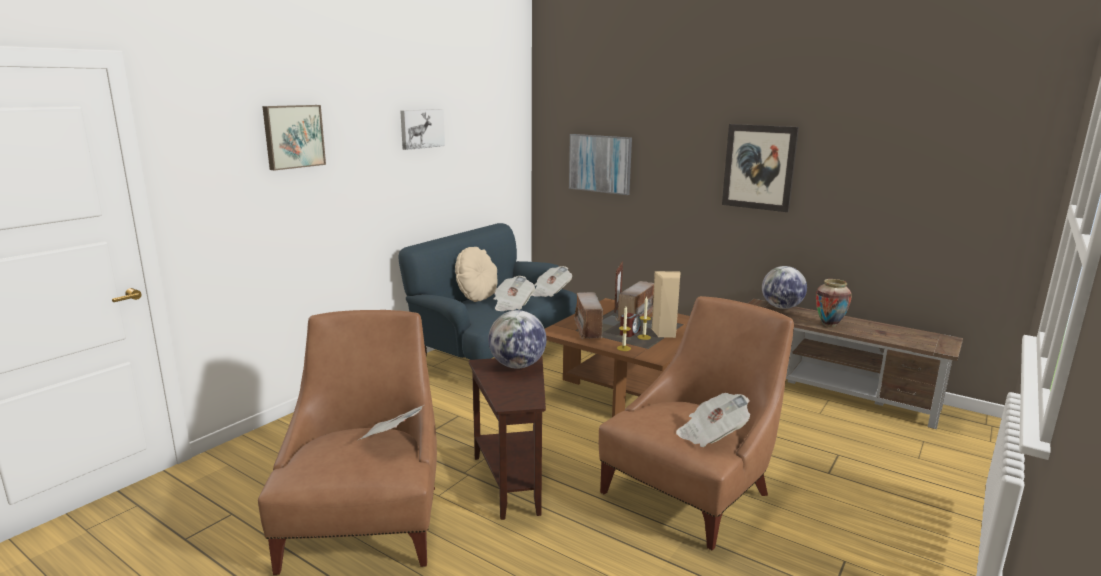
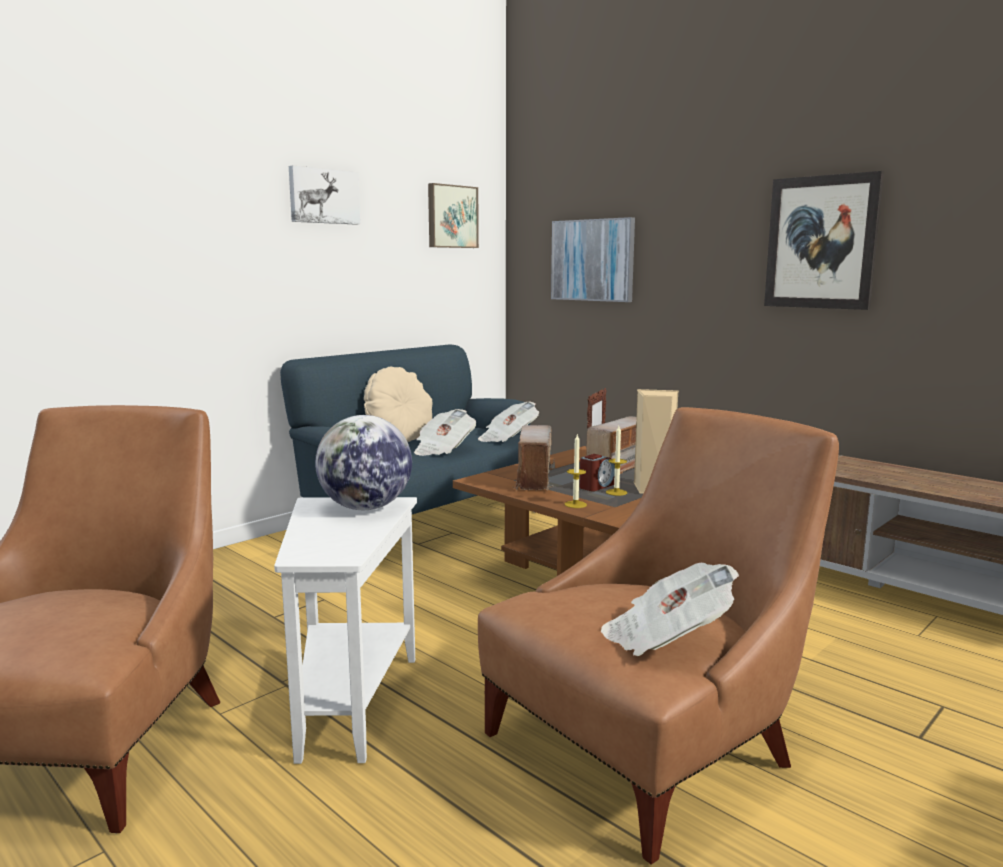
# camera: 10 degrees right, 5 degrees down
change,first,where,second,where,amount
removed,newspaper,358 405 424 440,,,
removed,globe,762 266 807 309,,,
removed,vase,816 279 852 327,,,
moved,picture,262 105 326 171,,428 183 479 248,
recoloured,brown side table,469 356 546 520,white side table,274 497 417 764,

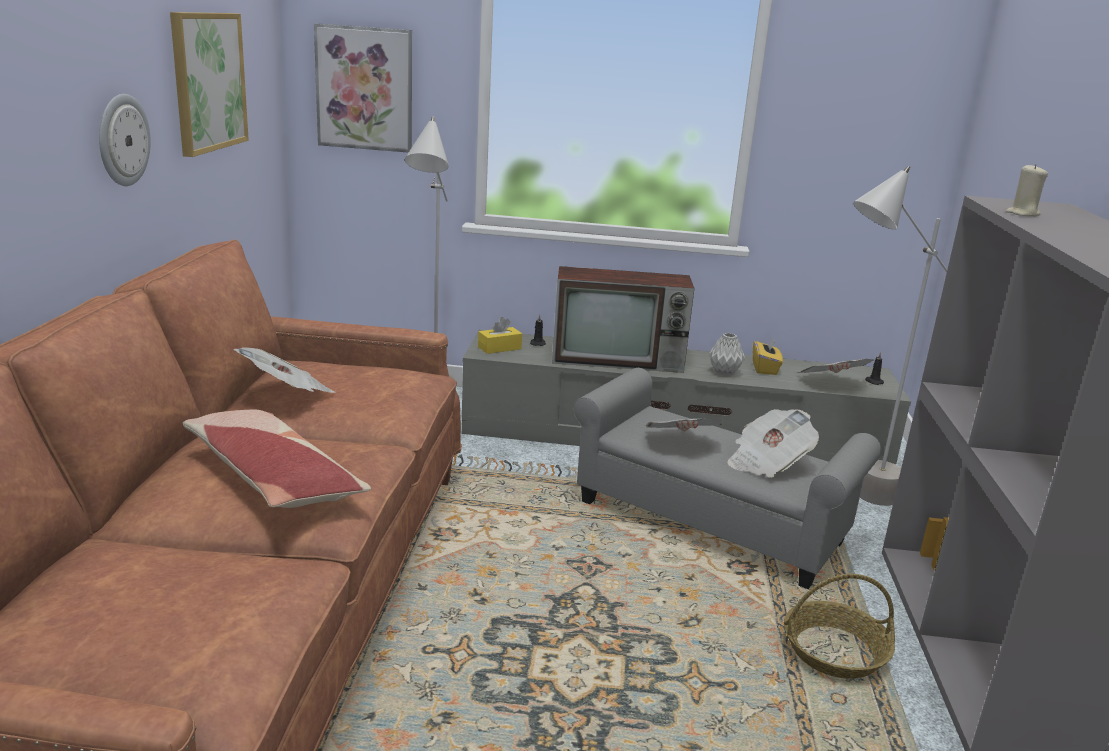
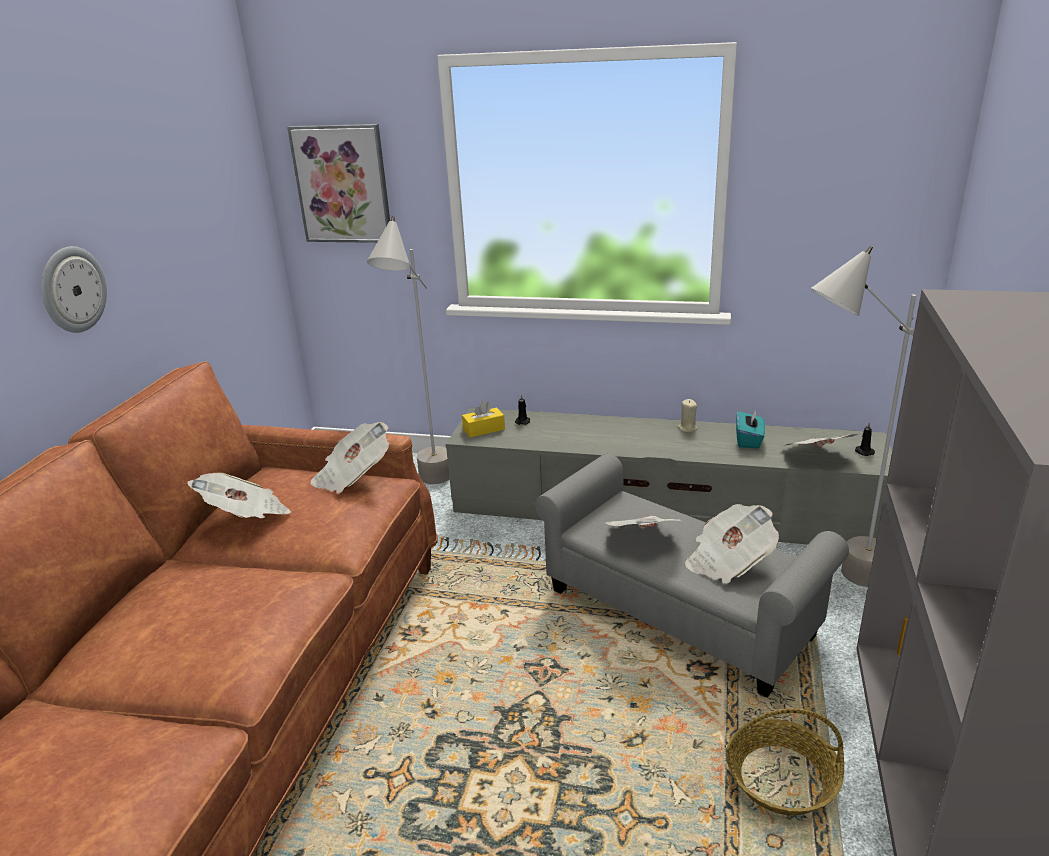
# camera: 10 degrees right, 5 degrees up
change,first,where,second,where,amount
removed,picture,170 12 249 157,,,
removed,pillow,183 409 371 508,,,
removed,television,552 266 695 373,,,
removed,grey vase,709 333 745 376,,,
added,,,newspaper,311 422 389 493,
moved,beige candle,1005 164 1048 217,,678 399 698 432,
recoloured,yellow tissue box,753 337 783 375,turquoise tissue box,736 408 765 448,

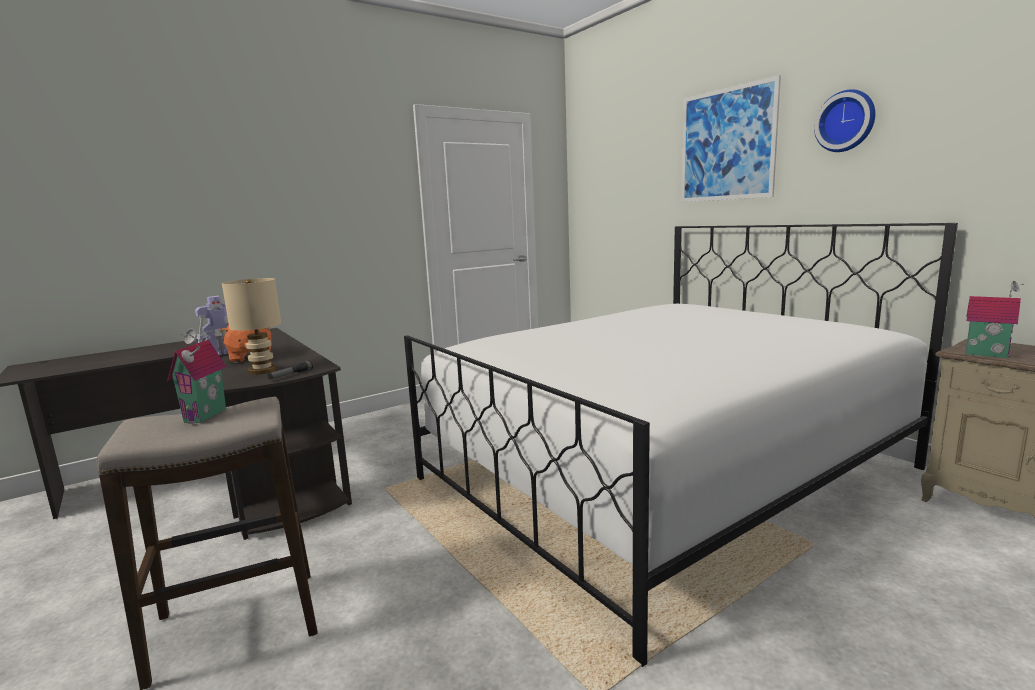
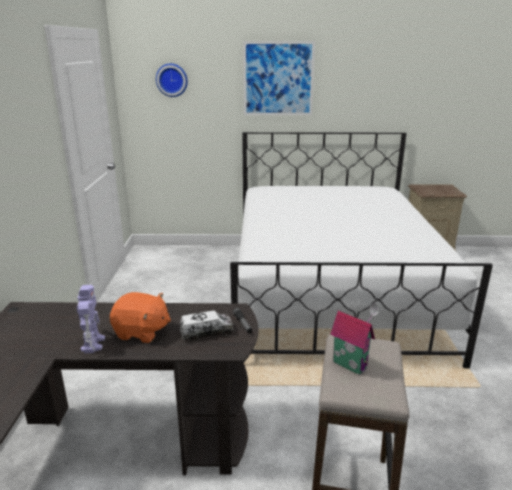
# camera: 55 degrees left, 10 degrees up
change,first,where,second,where,amount
removed,toy house,966 281 1024 358,,,
moved,wall clock,814 89 876 152,,156 63 188 97,
replaced,beige table lamp,222 278 281 375,toy truck,180 311 234 341,

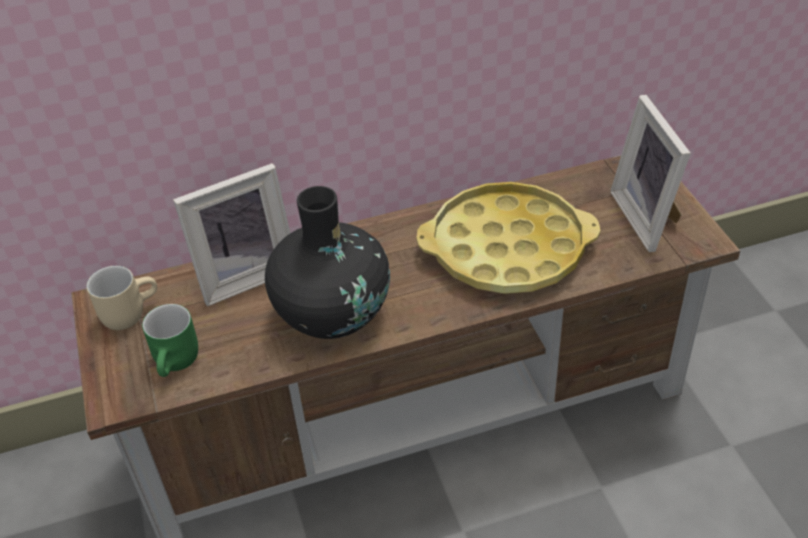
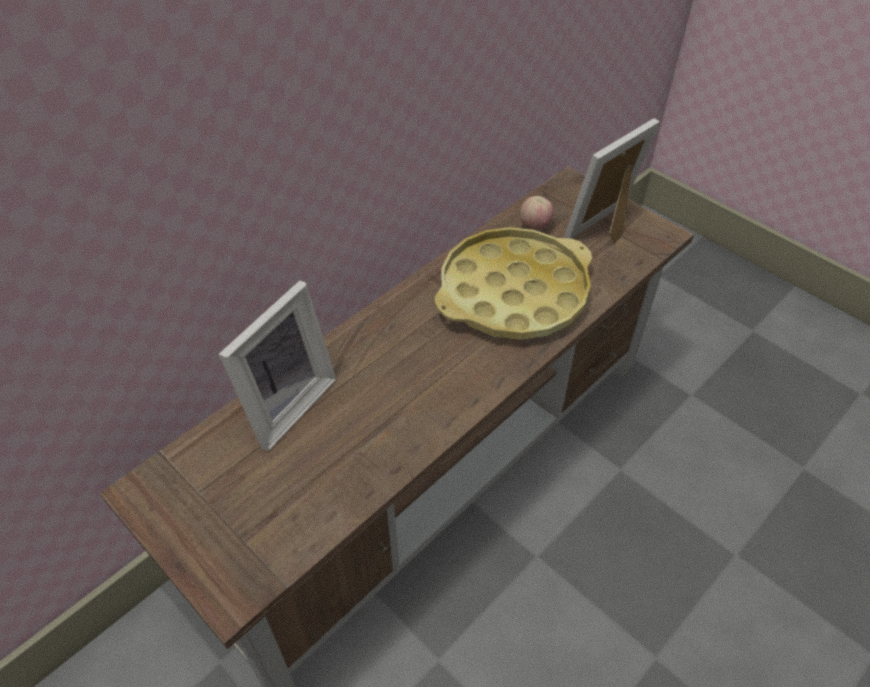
# camera: 30 degrees left, 5 degrees up
change,first,where,second,where,amount
removed,beige mug,86 266 157 330,,,
removed,green mug,142 304 198 377,,,
removed,black vase,265 186 390 339,,,
added,,,apple,520 196 553 230,
turned,picture frame,610 95 691 252,,565 118 660 244,90 degrees clockwise

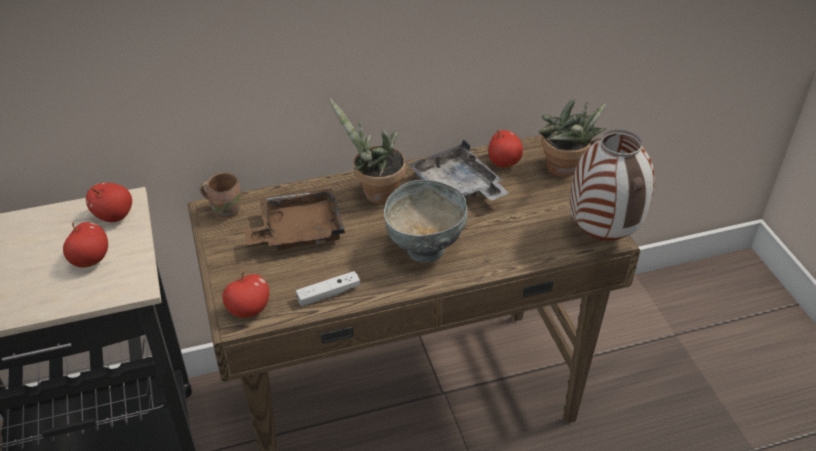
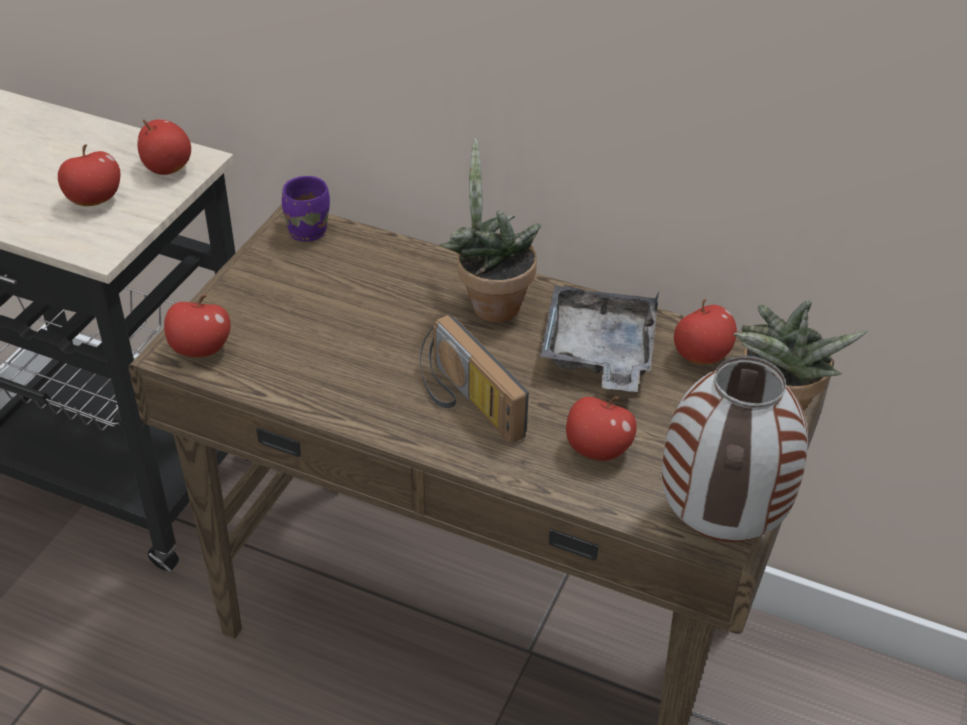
# camera: 40 degrees right, 0 degrees up
change,first,where,second,where,amount
removed,brown tray,244 188 345 250,,,
removed,white game controller,296 271 360 306,,,
added,,,apple,566 396 637 461,
replaced,grey bowl,384 180 468 262,radio,420 315 529 443,
recoloured,brown mug,200 172 240 220,purple mug,282 176 330 241,

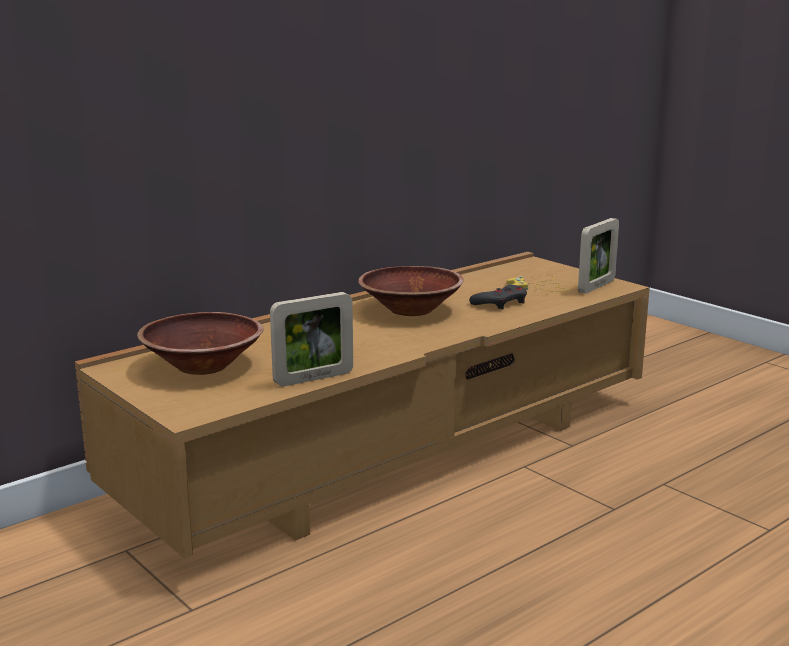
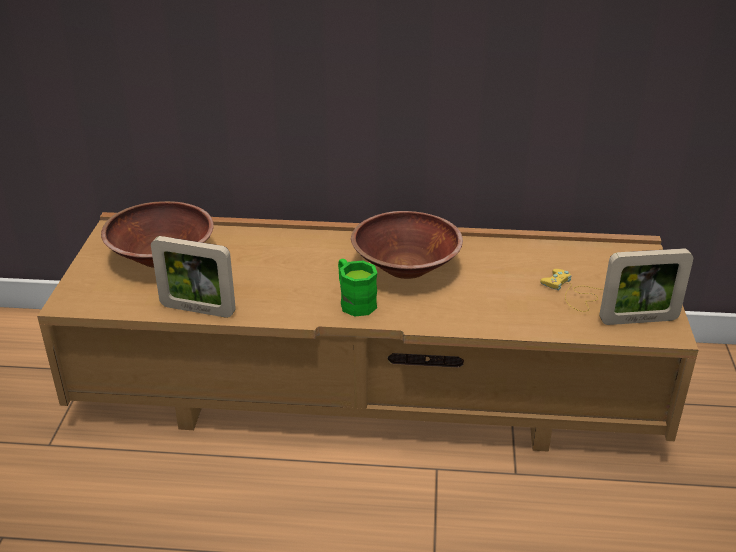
# camera: 45 degrees right, 15 degrees up
change,first,where,second,where,amount
removed,grey game controller,469 285 527 309,,,
added,,,green mug,338 259 377 317,

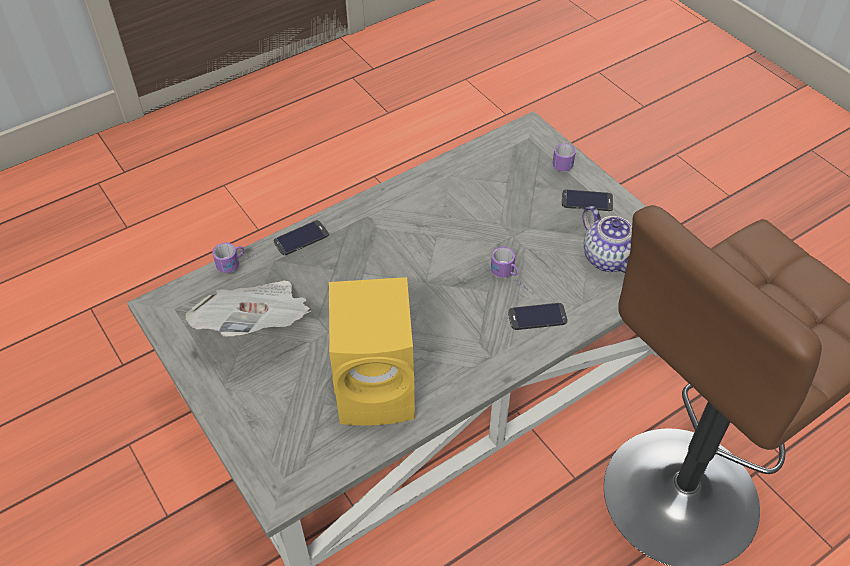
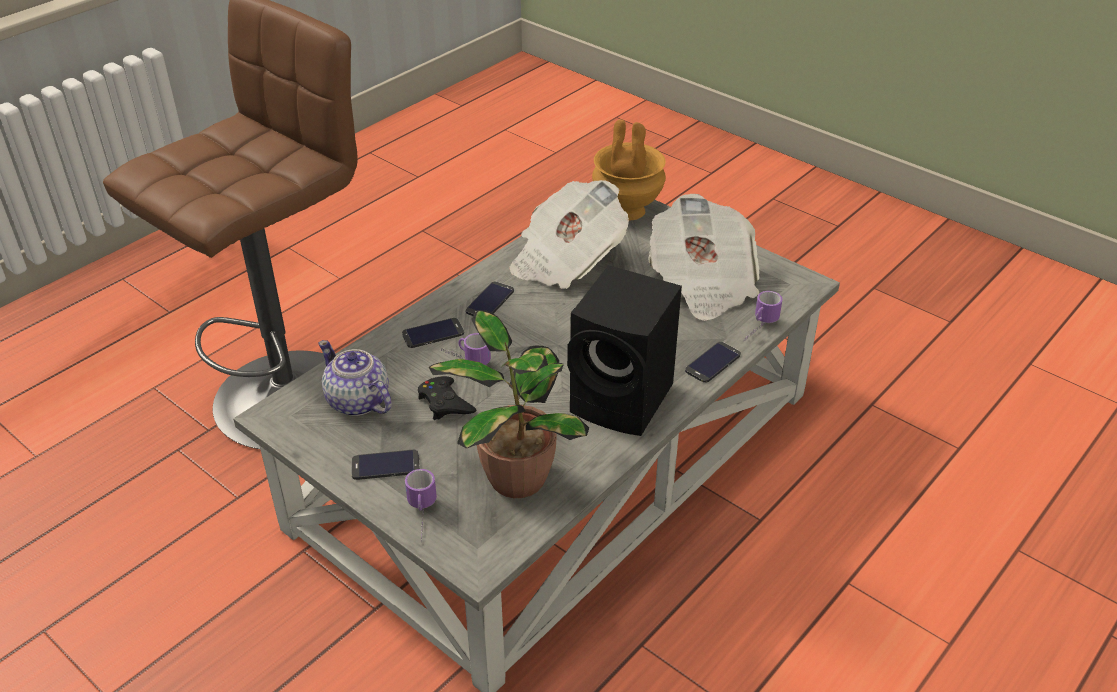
# camera: 165 degrees right, 10 degrees down
change,first,where,second,where,amount
added,,,black game controller,418 376 476 420,
added,,,potted plant,429 310 589 498,
added,,,phone,466 282 514 316,
added,,,black speaker,567 265 682 436,
added,,,brown vase,592 119 666 221,
replaced,yellow speaker,329 277 415 426,newspaper,509 180 629 289,

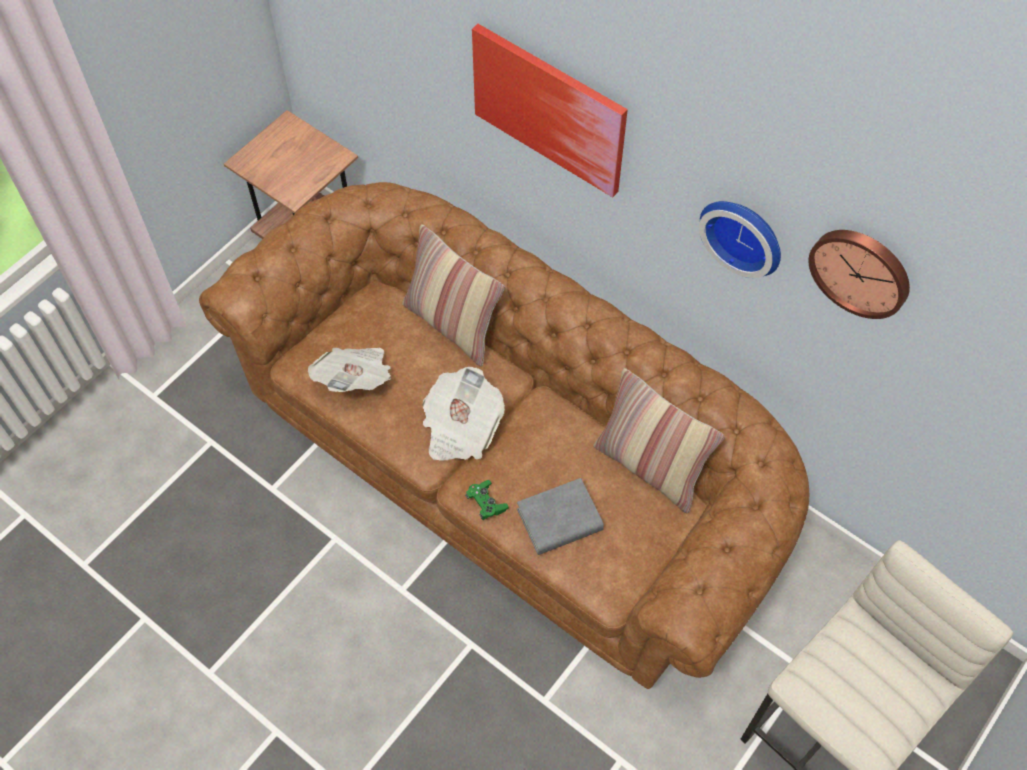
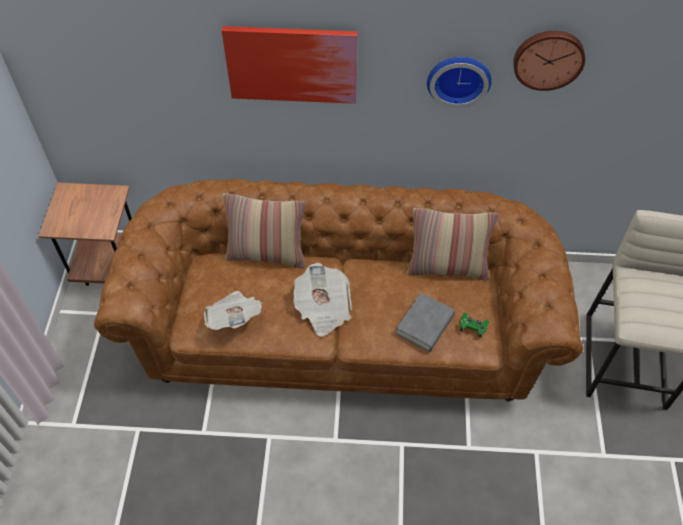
# camera: 35 degrees left, 5 degrees down
change,first,where,second,where,amount
moved,green game controller,465 480 508 520,,459 313 489 337,

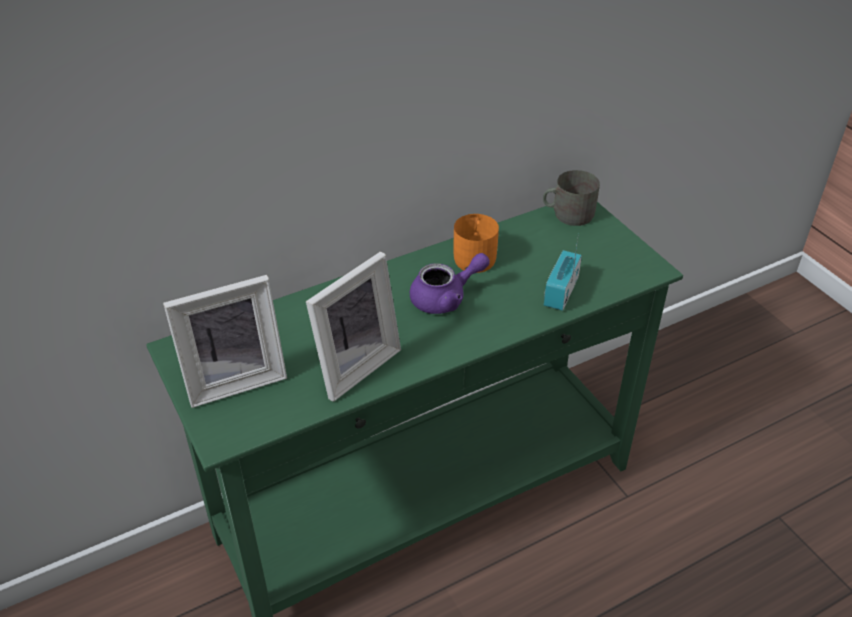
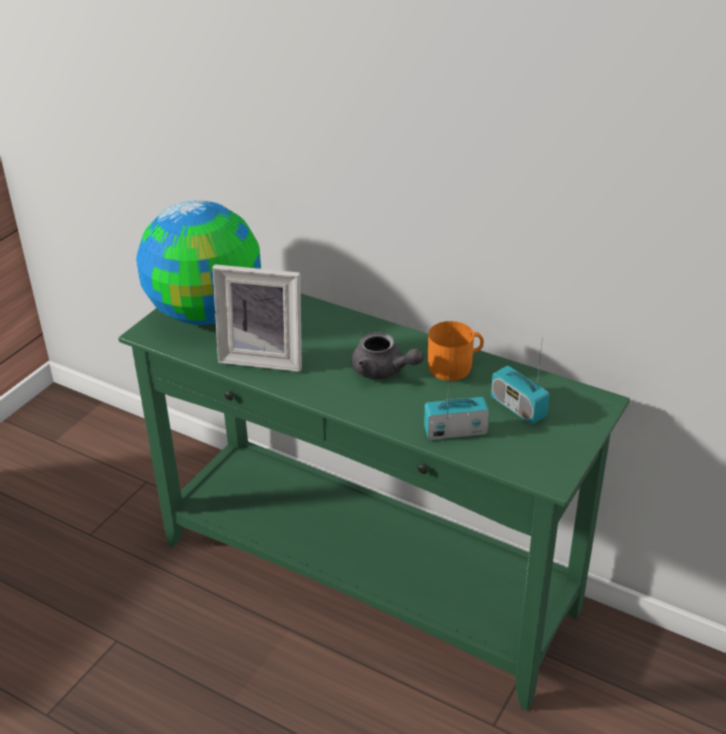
# camera: 60 degrees right, 5 degrees down
change,first,where,second,where,amount
removed,grey mug,543 170 600 226,,,
added,,,radio,491 337 550 425,
replaced,picture frame,163 275 287 408,globe,136 201 261 325,
recoloured,purple teapot,410 253 490 314,grey teapot,351 332 424 380,

